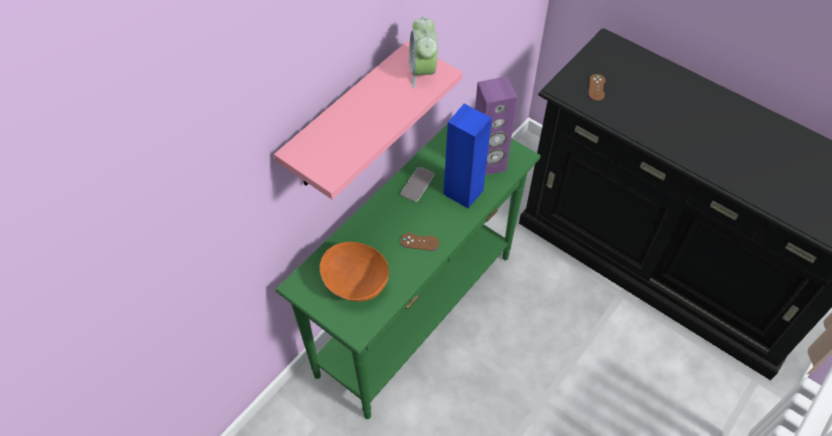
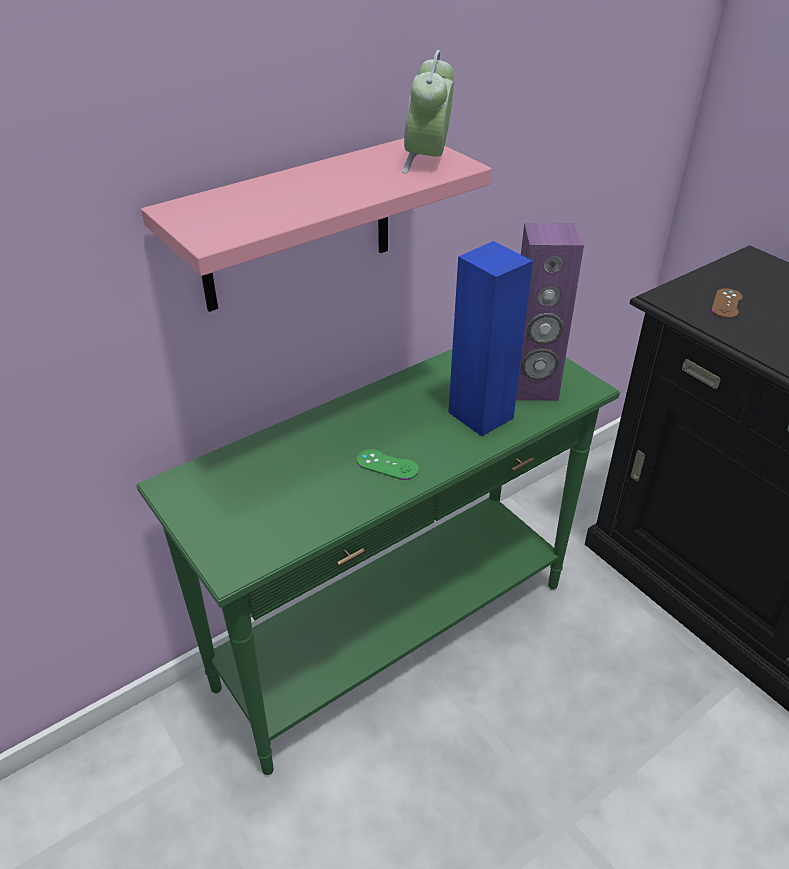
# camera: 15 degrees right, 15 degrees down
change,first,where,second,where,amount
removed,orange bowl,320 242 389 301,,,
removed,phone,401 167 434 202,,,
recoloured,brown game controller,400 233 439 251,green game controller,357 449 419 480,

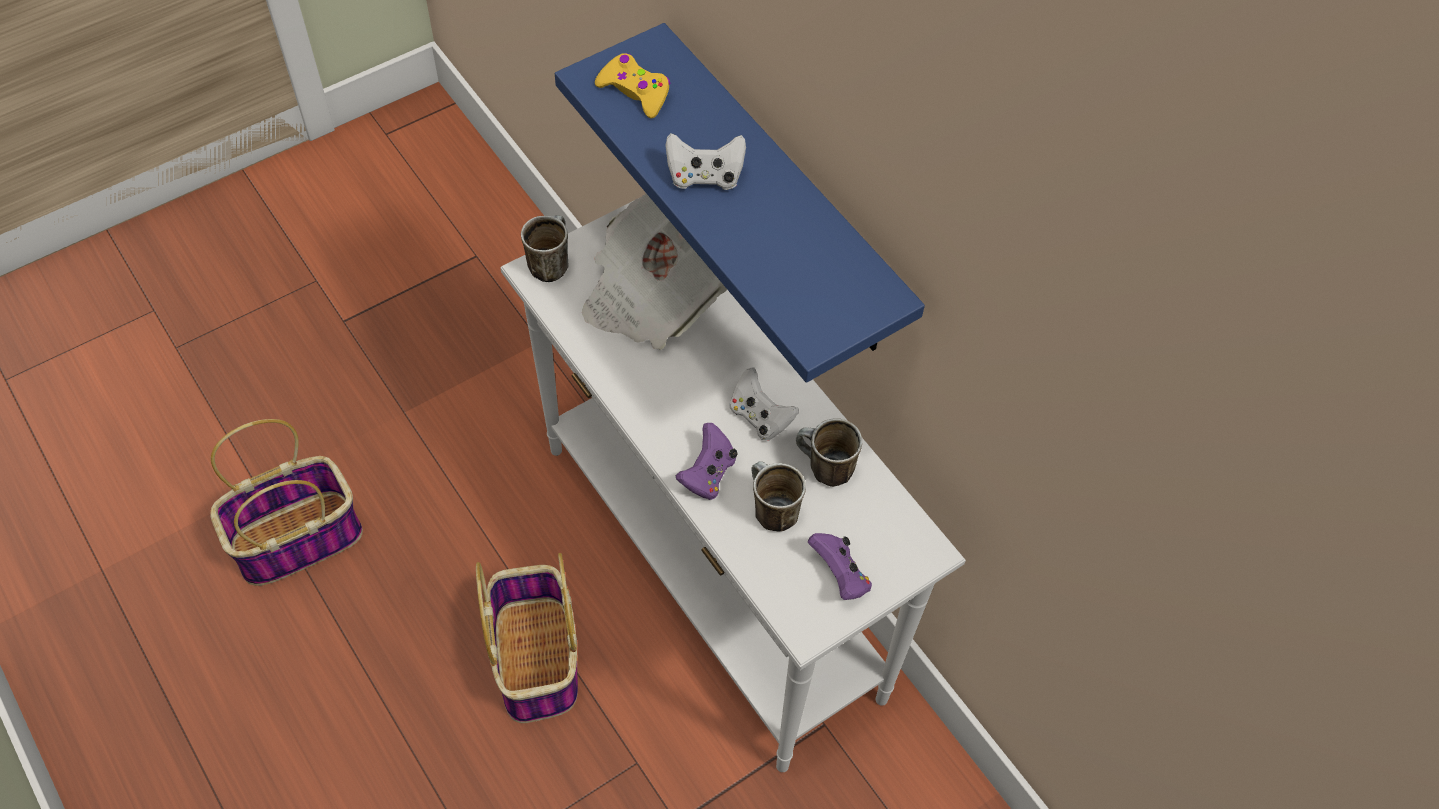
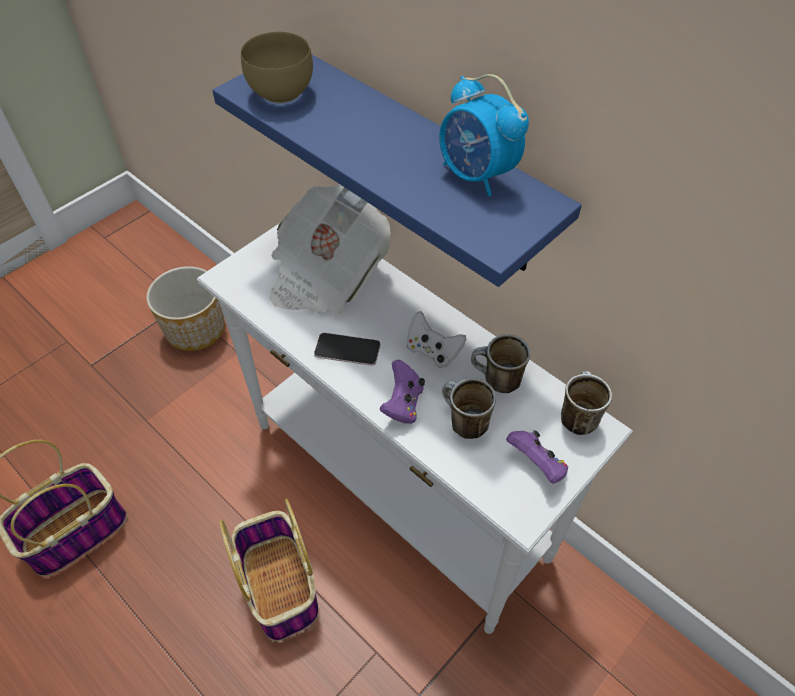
# camera: 10 degrees left, 5 degrees down
change,first,where,second,where,amount
removed,white game controller,665 133 746 190,,,
added,,,planter,146 266 225 351,
added,,,phone,314 333 381 366,
added,,,alarm clock,439 74 529 197,
moved,mug,521 215 568 282,,561 371 612 435,
replaced,yellow game controller,595 53 671 118,brown bowl,241 32 313 103,

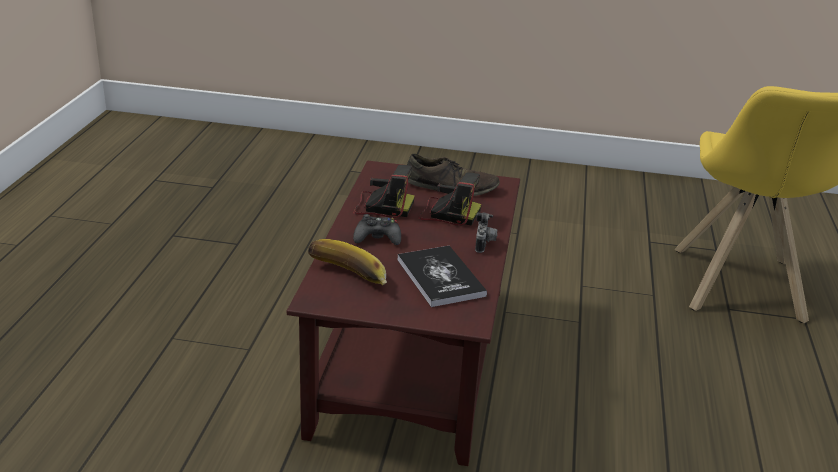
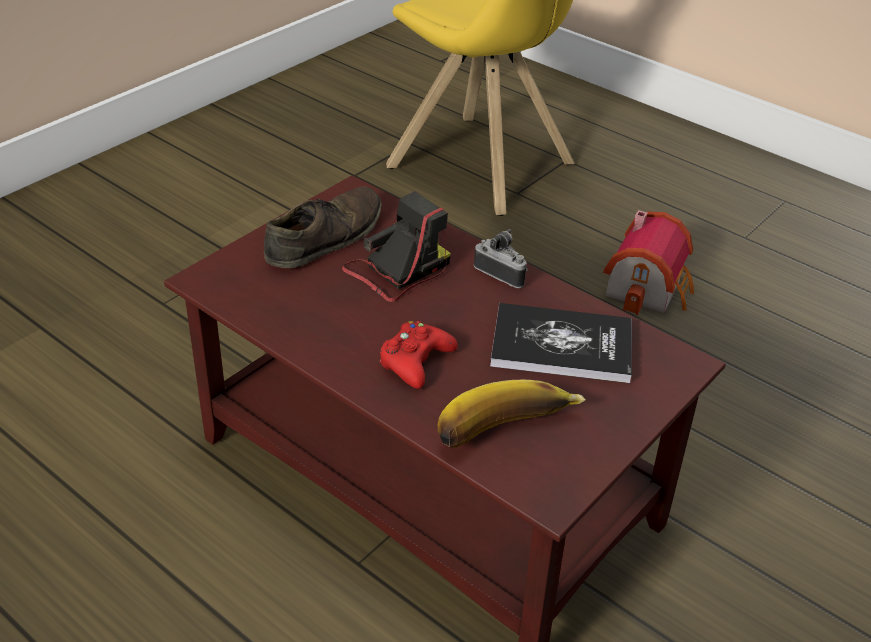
# camera: 60 degrees left, 10 degrees up
change,first,where,second,where,amount
removed,photo camera,353 165 415 218,,,
added,,,toy house,603 210 694 315,
recoloured,black game controller,353 214 401 245,red game controller,379 321 458 389,

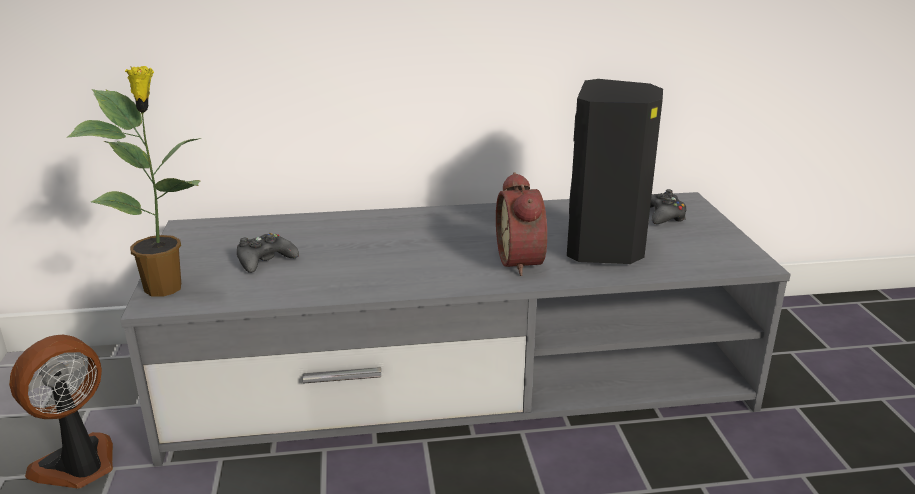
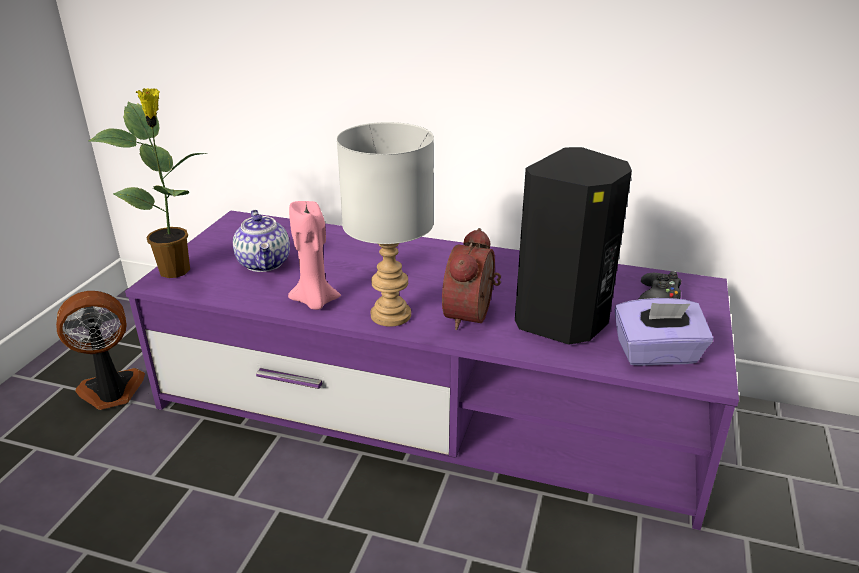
# camera: 25 degrees right, 5 degrees up
change,first,where,second,where,amount
added,,,pink candle,288 201 341 310,
added,,,grey table lamp,336 122 434 327,
added,,,purple tissue box,615 298 713 366,
replaced,black game controller,237 233 299 273,teapot,233 210 290 272,
recoloured,grey tv stand,120 192 791 467,purple tv stand,125 210 739 530,

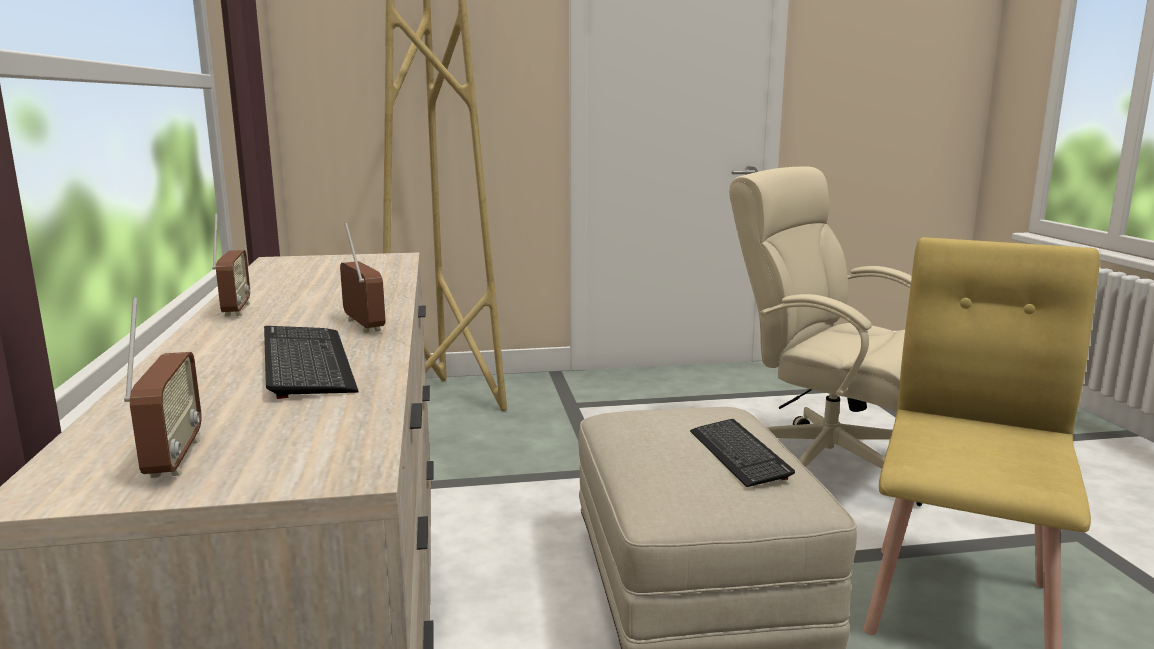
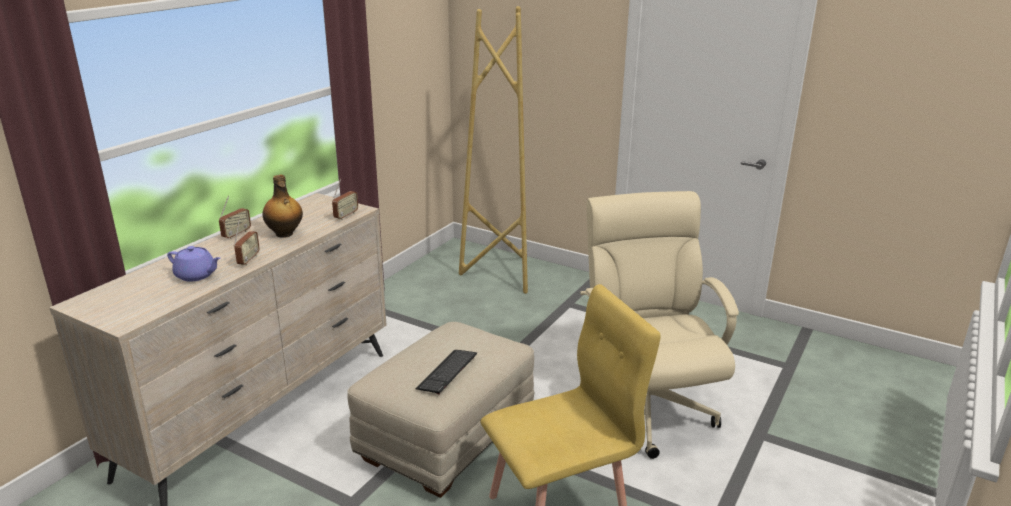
# camera: 40 degrees right, 10 degrees up
change,first,where,second,where,amount
added,,,bottle,262 175 303 238,
moved,radio,124 297 202 478,,332 179 358 220,
replaced,keyboard,264 326 358 399,purple teapot,167 246 221 281,

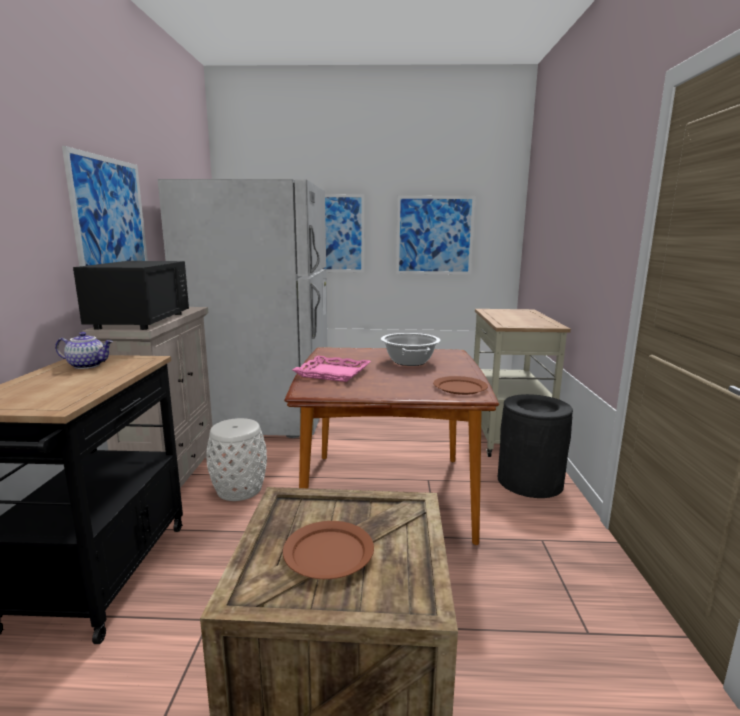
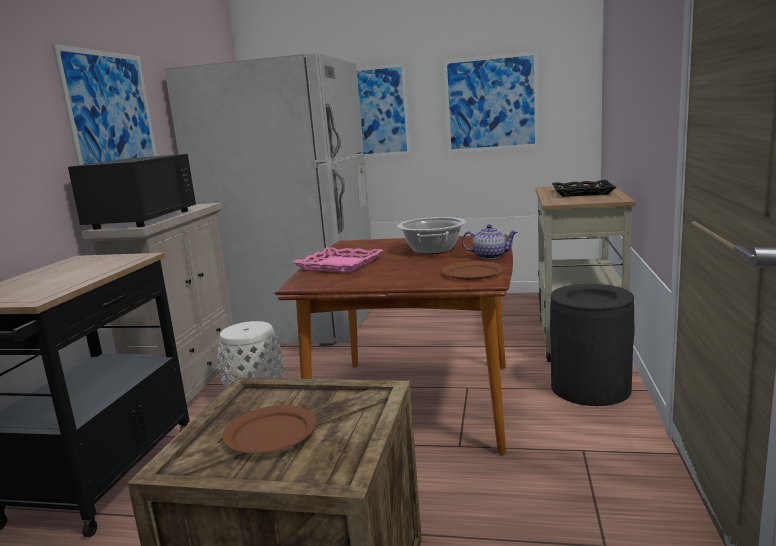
# camera: 10 degrees right, 0 degrees up
change,first,where,second,where,amount
added,,,black tray,552 180 616 197,
moved,teapot,55 332 113 369,,462 224 518 259,

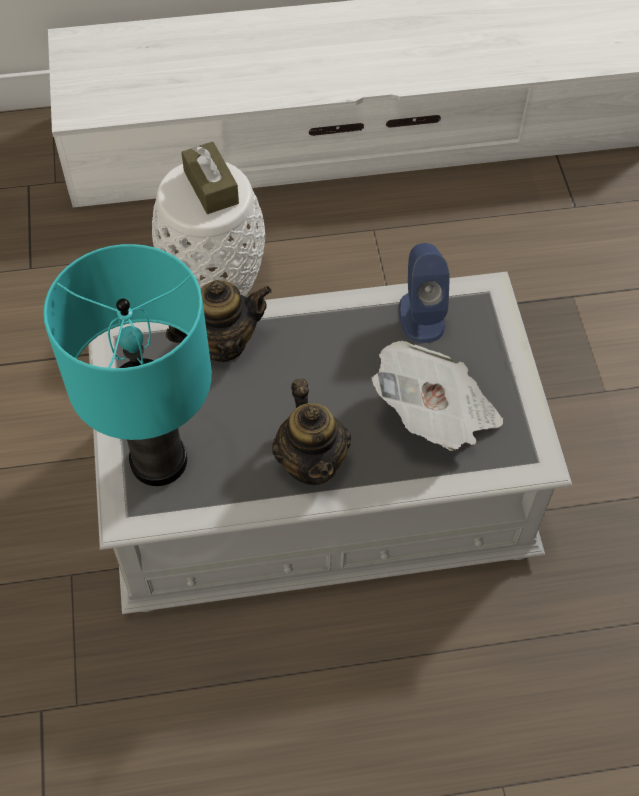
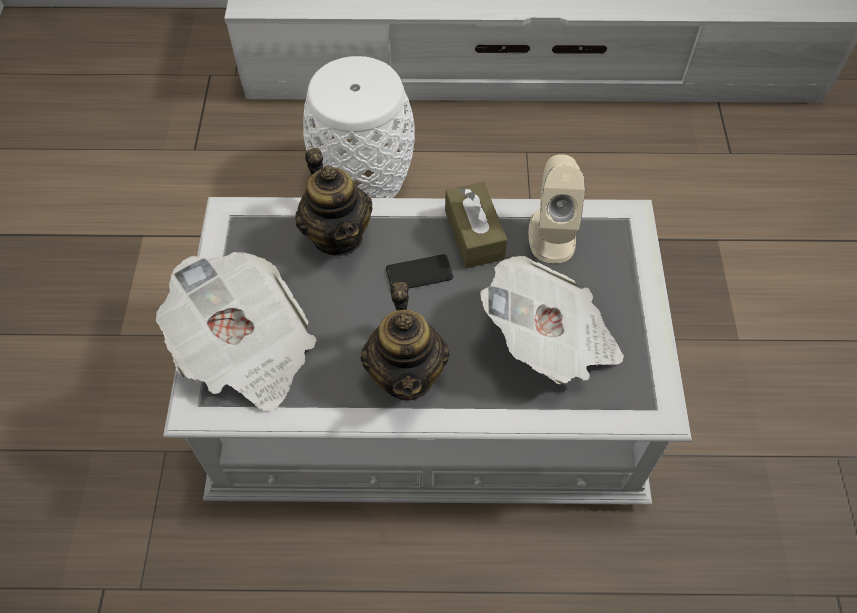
# camera: 10 degrees right, 0 degrees up
change,first,where,second,where,amount
added,,,phone,386 254 453 289,
moved,brown tissue box,181 142 239 214,,445 182 507 268,
replaced,turquoise table lamp,43 244 212 486,newspaper,156 252 317 411,
recoloured,blue speaker,399 243 450 343,beige speaker,528 154 585 263,
turned,teapot,166 280 272 362,,295 148 373 256,75 degrees clockwise

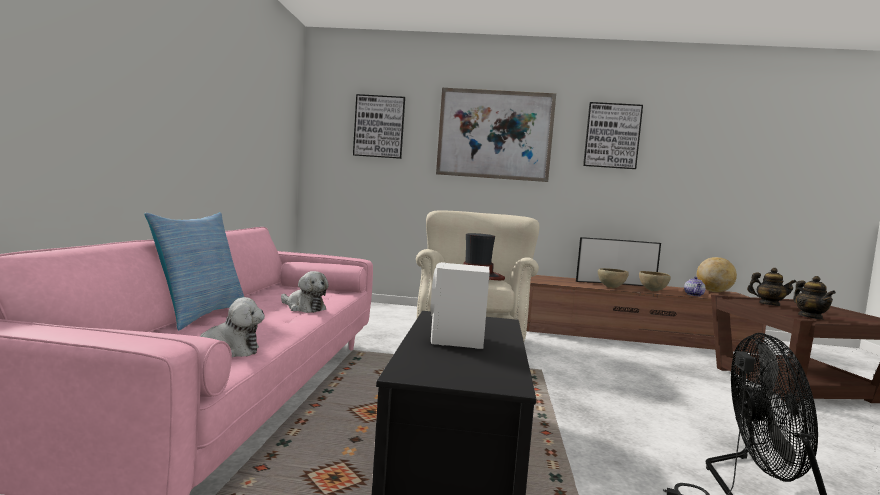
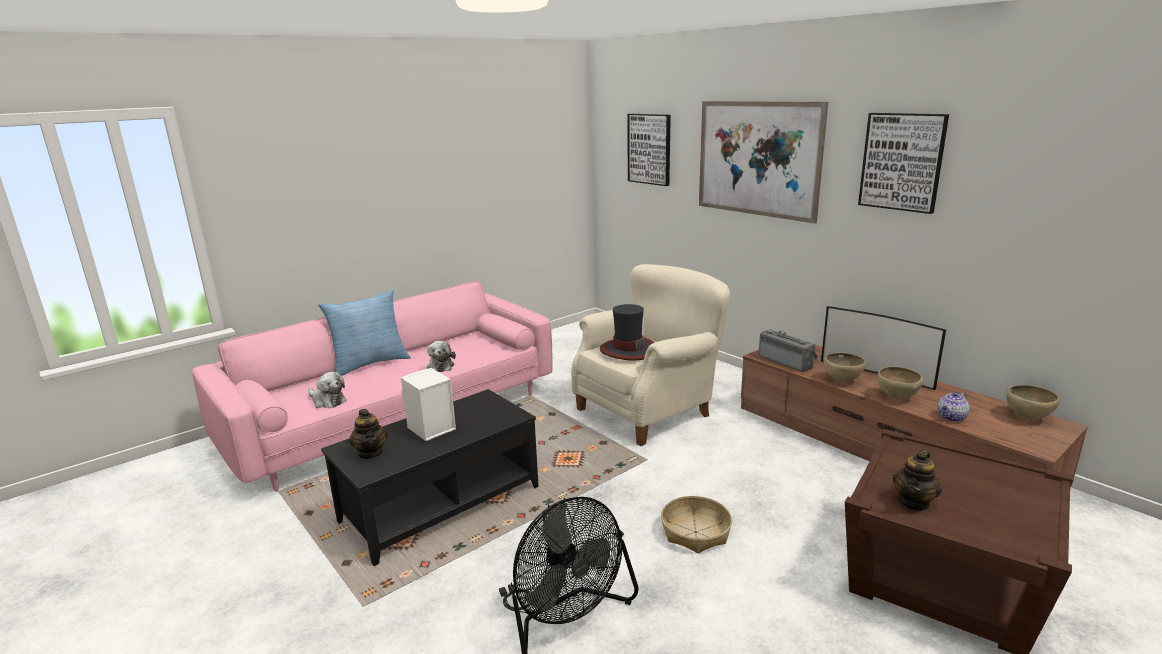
# camera: 45 degrees right, 15 degrees up
change,first,where,second,where,amount
added,,,basket,661 496 732 554,
added,,,radio,759 329 818 372,
moved,teapot,747 268 797 306,,349 409 388 459,
replaced,globe,697 257 737 292,brown bowl,1006 385 1060 420,

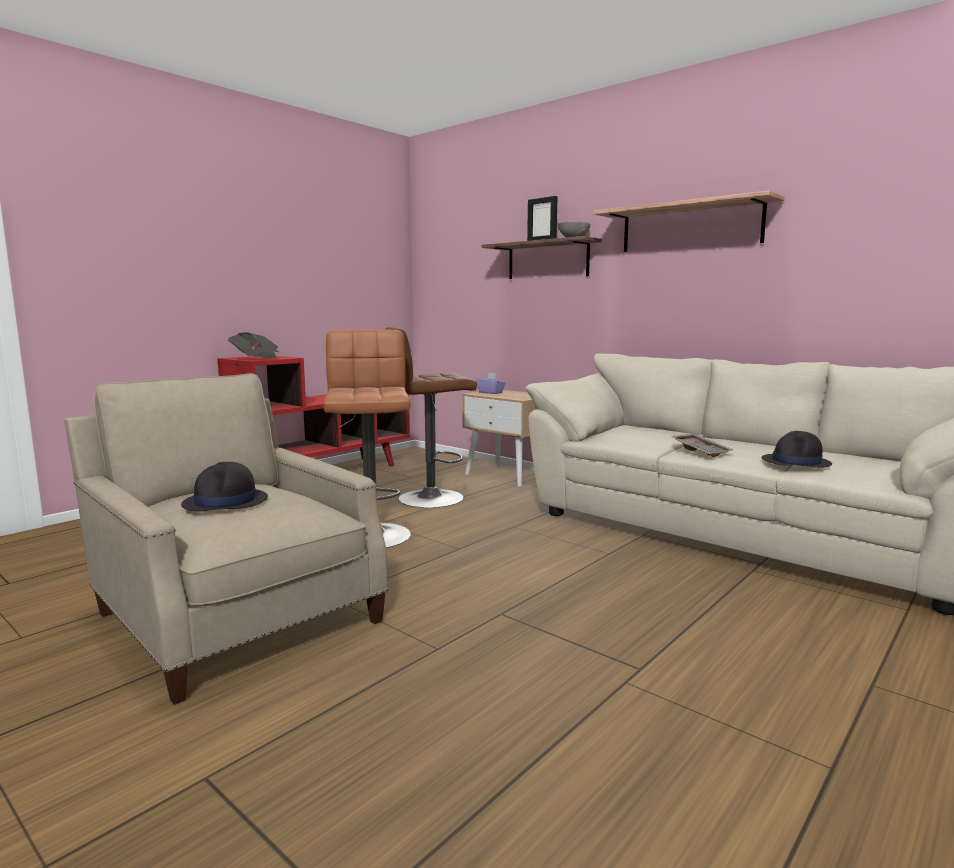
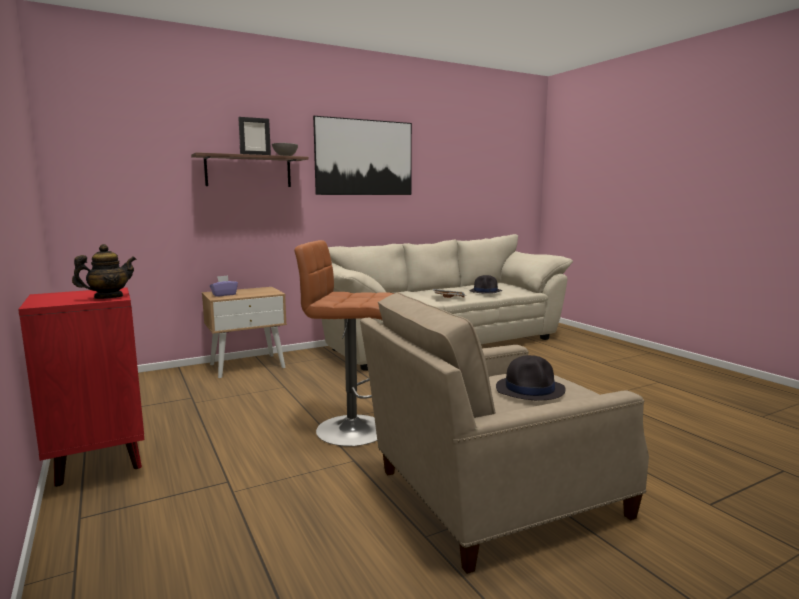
# camera: 70 degrees left, 0 degrees up
change,first,where,second,where,amount
removed,brown stool,385 327 477 508,,,
replaced,newspaper,228 332 279 358,teapot,72 244 137 299,
replaced,shelf,593 190 784 252,picture,313 116 412 195,

